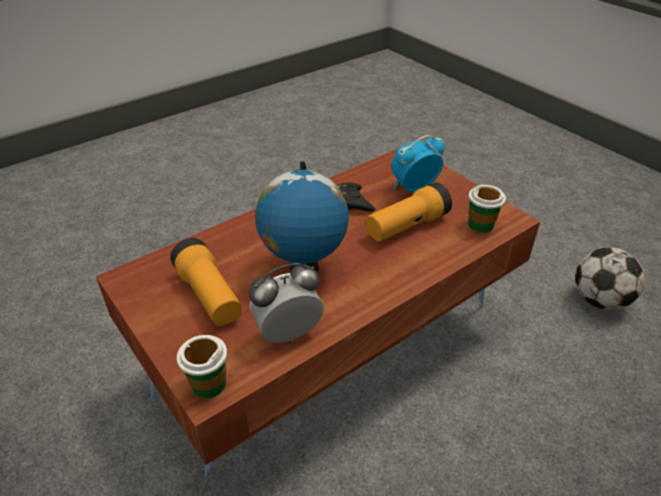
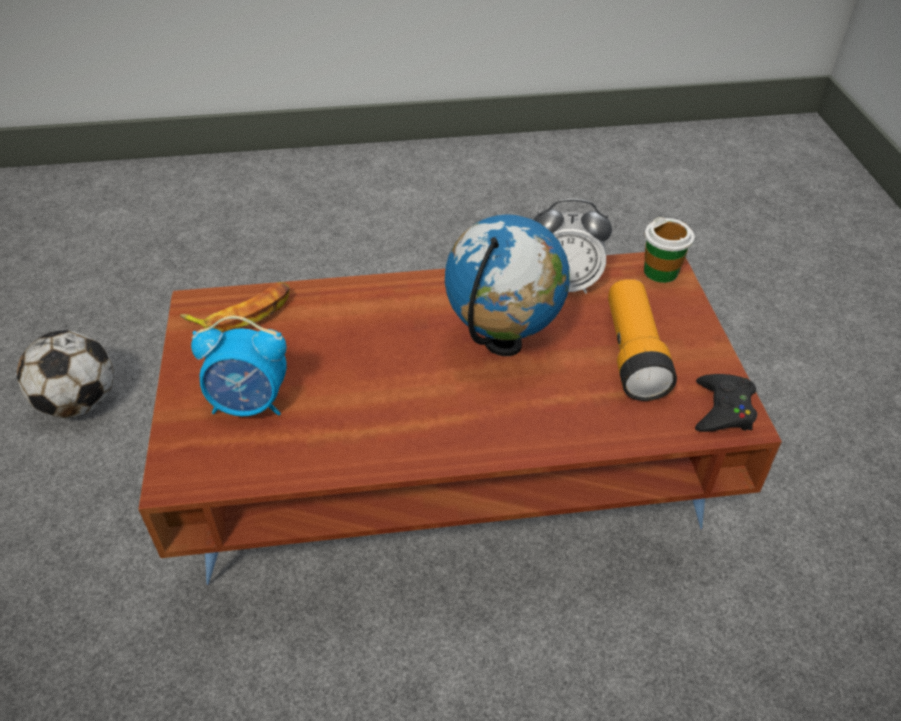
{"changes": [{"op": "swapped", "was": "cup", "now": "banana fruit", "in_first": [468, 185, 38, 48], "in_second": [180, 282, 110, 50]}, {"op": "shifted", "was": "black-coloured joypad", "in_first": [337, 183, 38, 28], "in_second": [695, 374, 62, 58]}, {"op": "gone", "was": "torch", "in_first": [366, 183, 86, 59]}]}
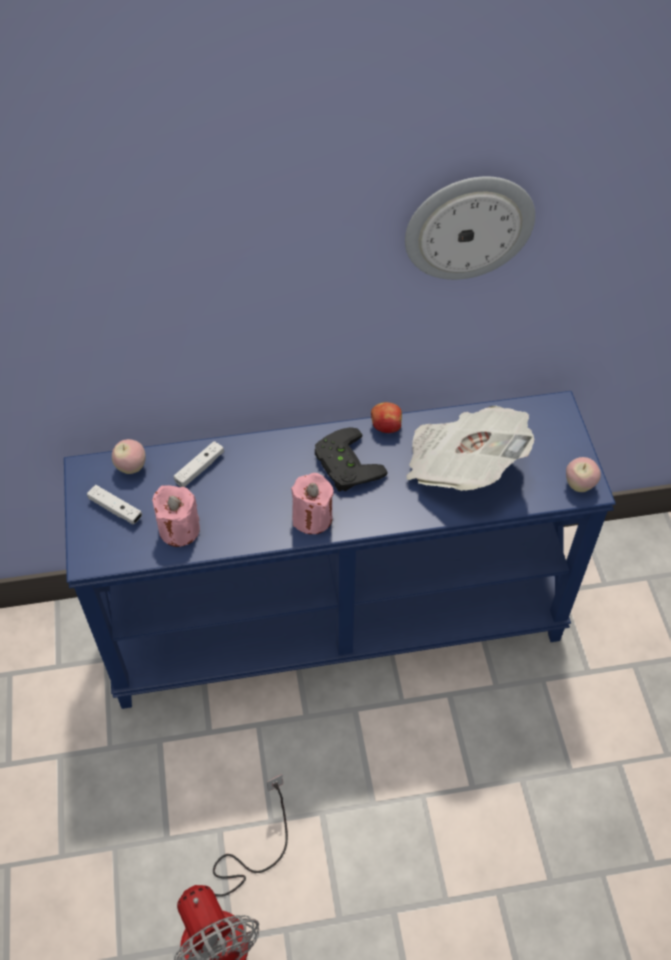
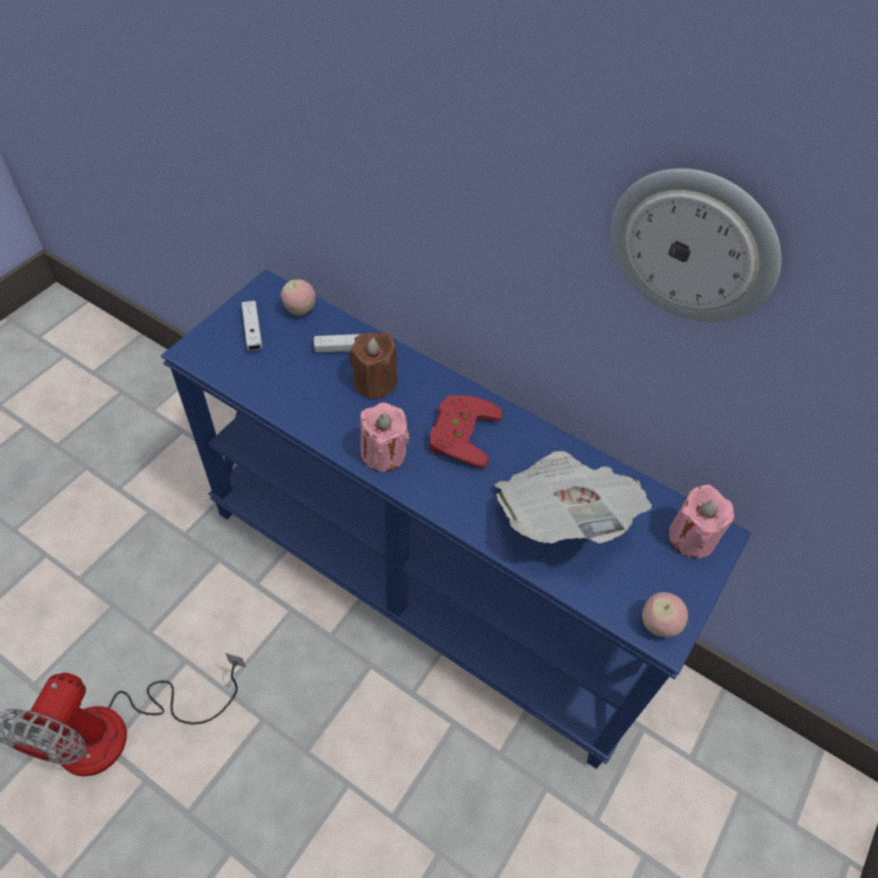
{"changes": [{"op": "new", "now": "brownish candle", "in_second": [349, 332, 48, 67]}, {"op": "repainted", "was": "black-coloured joypad", "now": "reddish joypad", "in_first": [315, 427, 73, 64], "in_second": [429, 395, 74, 74]}, {"op": "shifted", "was": "pinkish candle", "in_first": [152, 485, 48, 62], "in_second": [669, 485, 65, 74]}, {"op": "gone", "was": "apple", "in_first": [371, 402, 31, 31]}]}
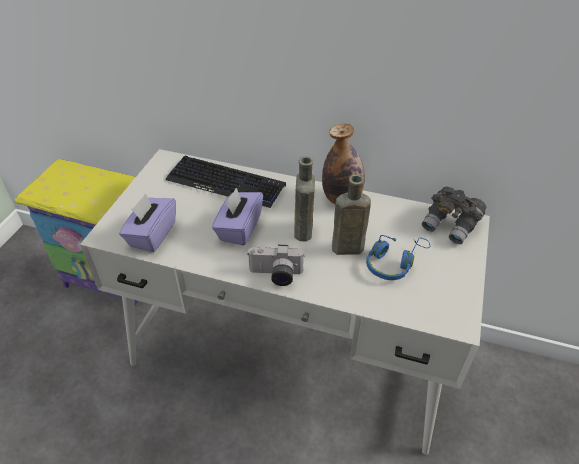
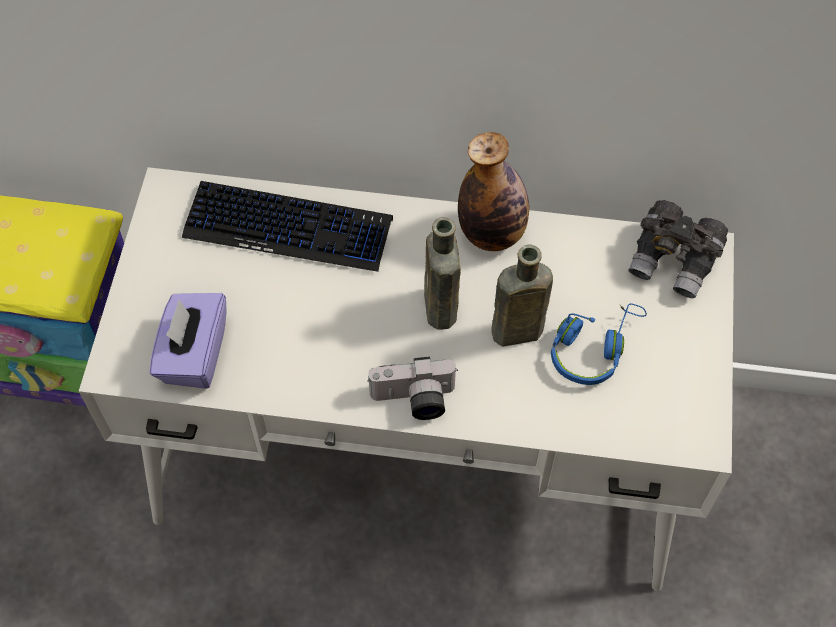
{"changes": [{"op": "gone", "was": "purplish box of tissues", "in_first": [212, 188, 51, 58]}]}
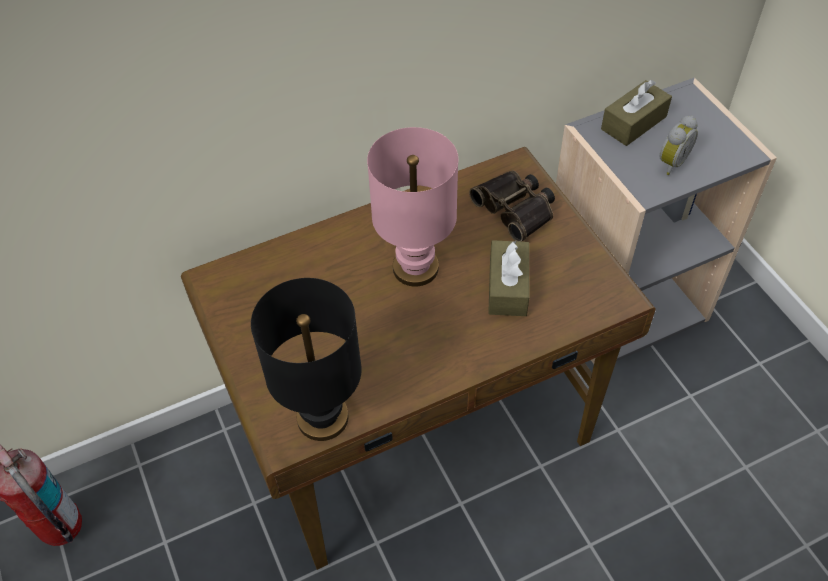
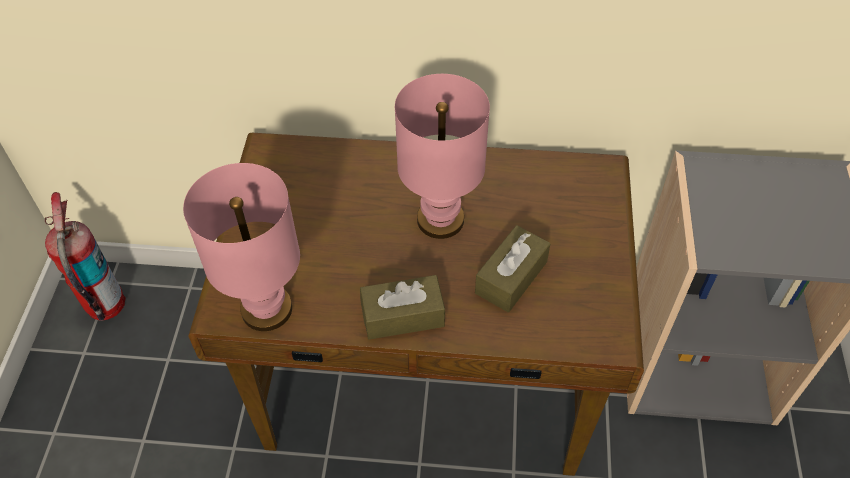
{"changes": [{"op": "repainted", "was": "black-coloured tabletop lamp", "now": "pinkish tabletop lamp", "in_first": [251, 278, 111, 163], "in_second": [183, 163, 117, 168]}, {"op": "shifted", "was": "brownish box of tissues", "in_first": [601, 80, 71, 66], "in_second": [360, 275, 85, 65]}, {"op": "gone", "was": "pair of binoculars", "in_first": [469, 171, 86, 71]}, {"op": "gone", "was": "alarm clock", "in_first": [659, 116, 39, 59]}]}
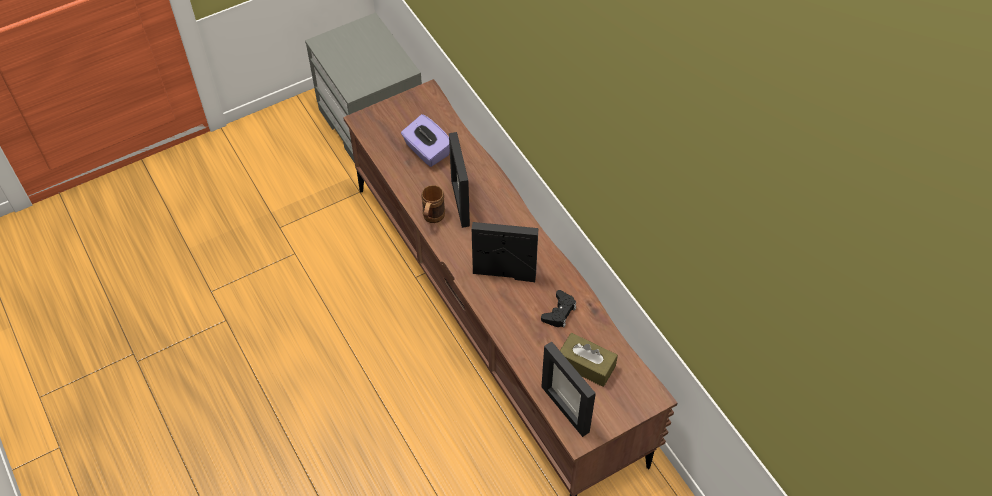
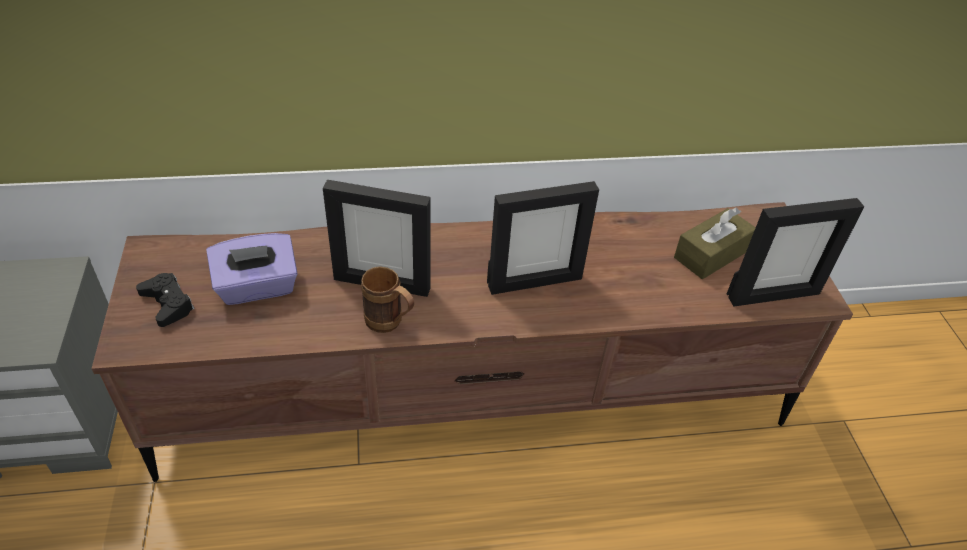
{"changes": [{"op": "shifted", "was": "black-coloured joypad", "in_first": [541, 290, 35, 37], "in_second": [136, 273, 59, 54]}, {"op": "rotated", "was": "picture frame", "in_first": [472, 222, 67, 60], "in_second": [487, 181, 112, 114], "clockwise": -135}]}
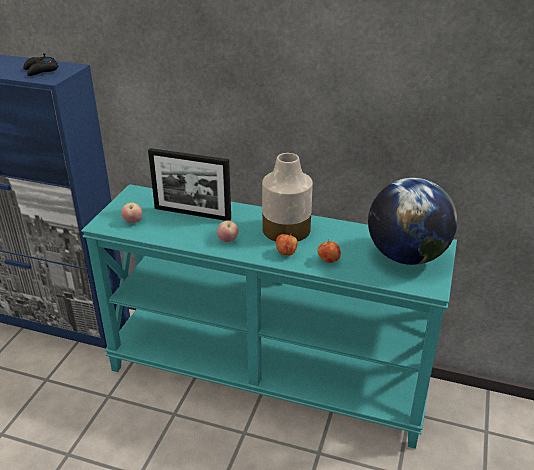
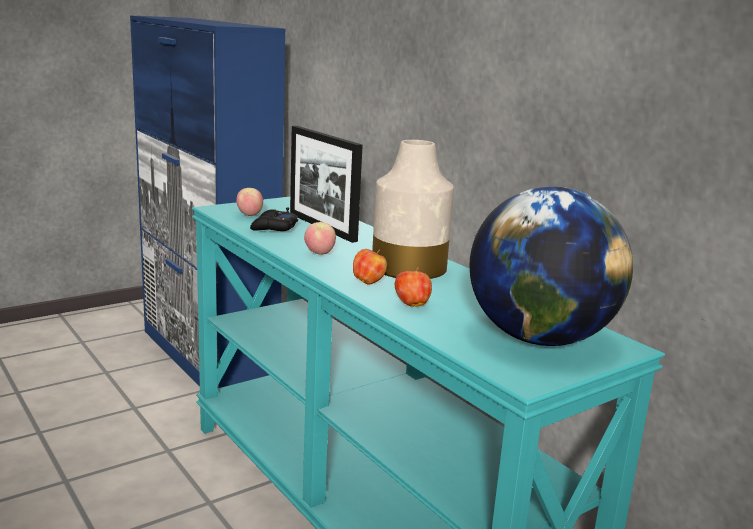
{"changes": [{"op": "shifted", "was": "black-coloured joypad", "in_first": [23, 53, 35, 23], "in_second": [250, 208, 48, 23]}]}
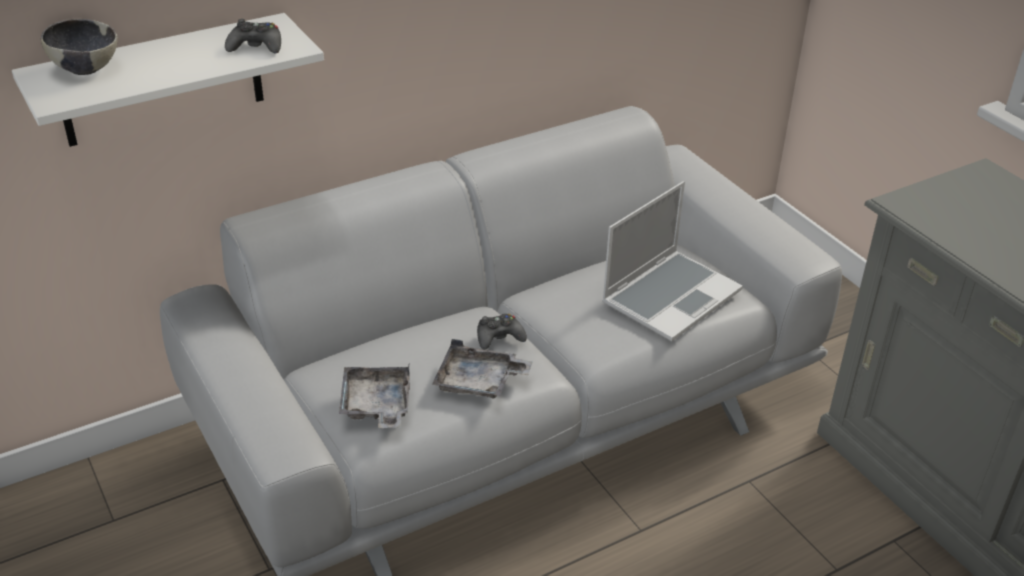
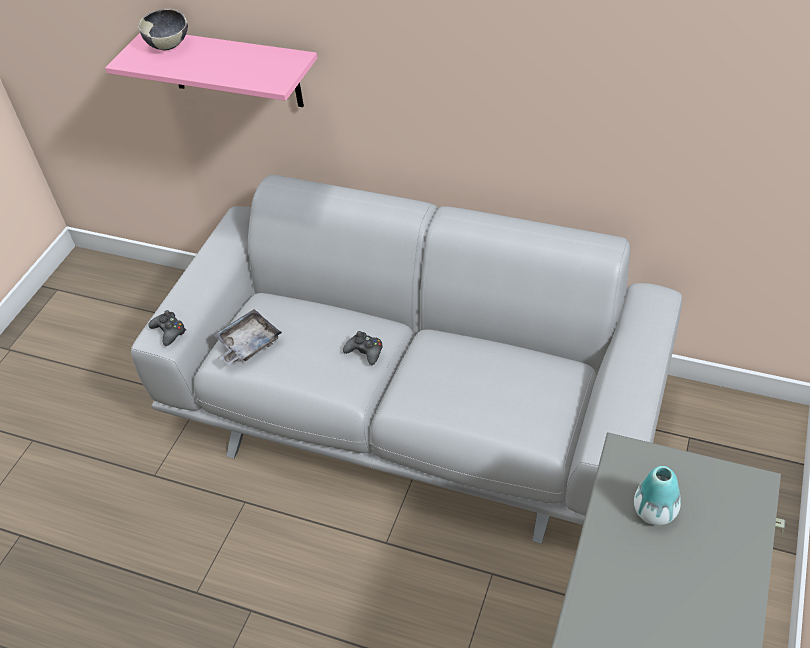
{"changes": [{"op": "repainted", "was": "whitish bracket shelf", "now": "pinkish bracket shelf", "in_first": [12, 13, 312, 134], "in_second": [105, 33, 212, 74]}, {"op": "shifted", "was": "black-coloured joypad", "in_first": [225, 19, 56, 34], "in_second": [148, 310, 38, 36]}, {"op": "new", "now": "flower vase", "in_second": [634, 466, 47, 59]}, {"op": "gone", "was": "greyish carrying tray", "in_first": [432, 339, 101, 59]}, {"op": "gone", "was": "notebook computer", "in_first": [602, 181, 141, 160]}]}
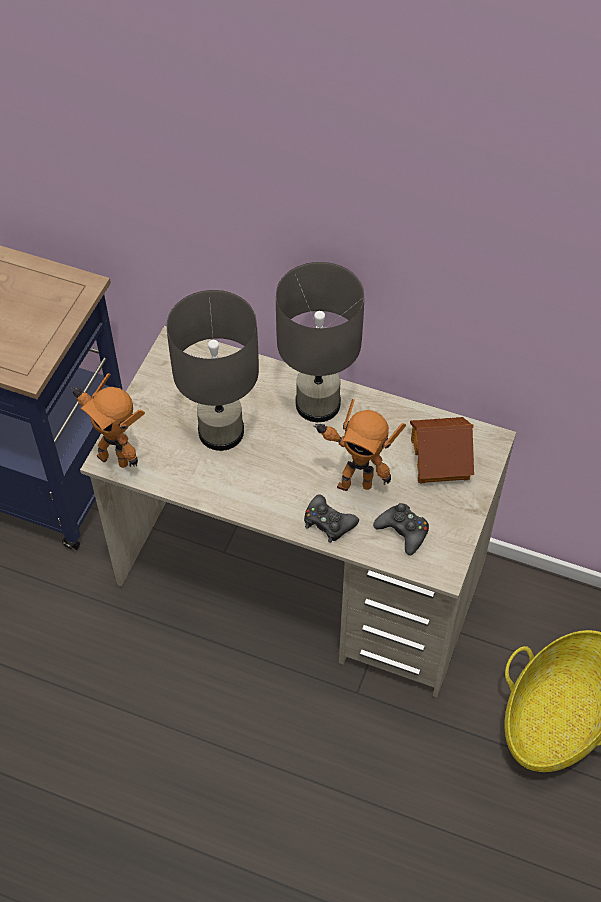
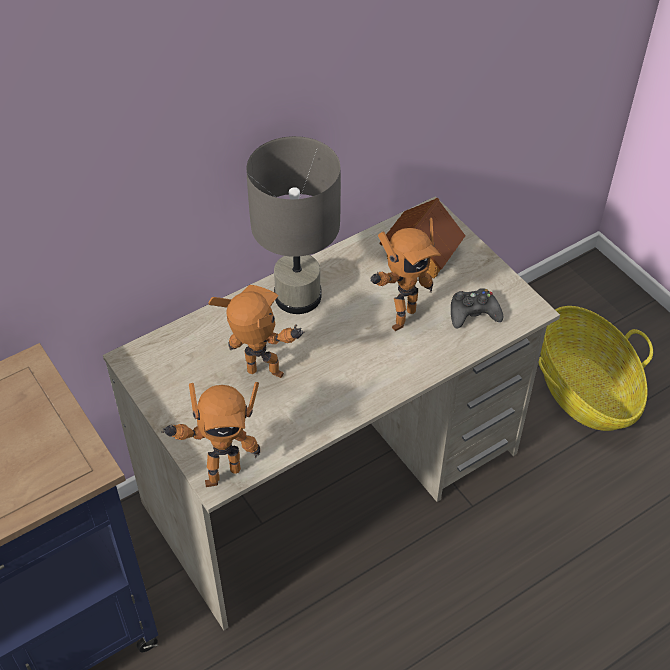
{"changes": [{"op": "swapped", "was": "greyish tabletop lamp", "now": "toy robot", "in_first": [167, 290, 92, 161], "in_second": [208, 285, 97, 93]}, {"op": "gone", "was": "black-coloured joypad", "in_first": [304, 494, 55, 49]}]}
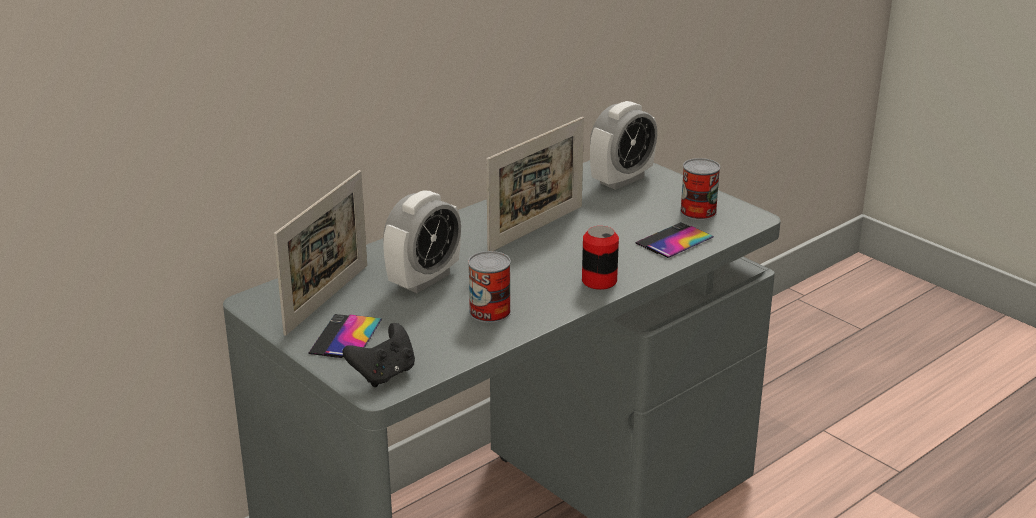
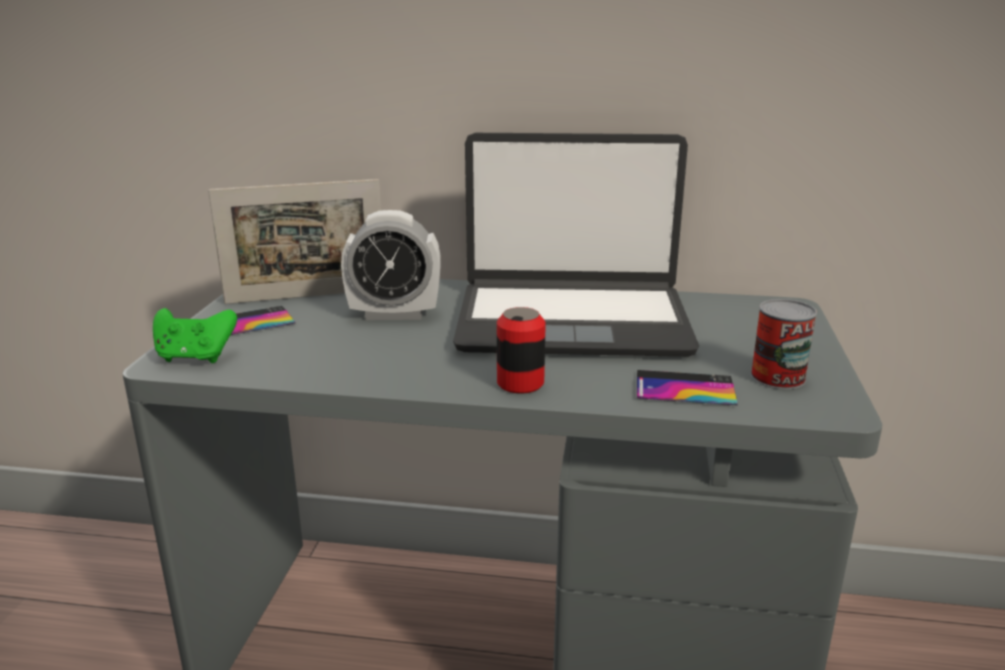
{"changes": [{"op": "repainted", "was": "black-coloured joypad", "now": "green-coloured joypad", "in_first": [343, 323, 72, 64], "in_second": [153, 308, 84, 55]}, {"op": "swapped", "was": "picture frame", "now": "notebook computer", "in_first": [486, 117, 98, 134], "in_second": [453, 133, 246, 224]}, {"op": "gone", "was": "sealed can", "in_first": [468, 251, 43, 72]}, {"op": "gone", "was": "alarm clock", "in_first": [590, 101, 67, 89]}]}
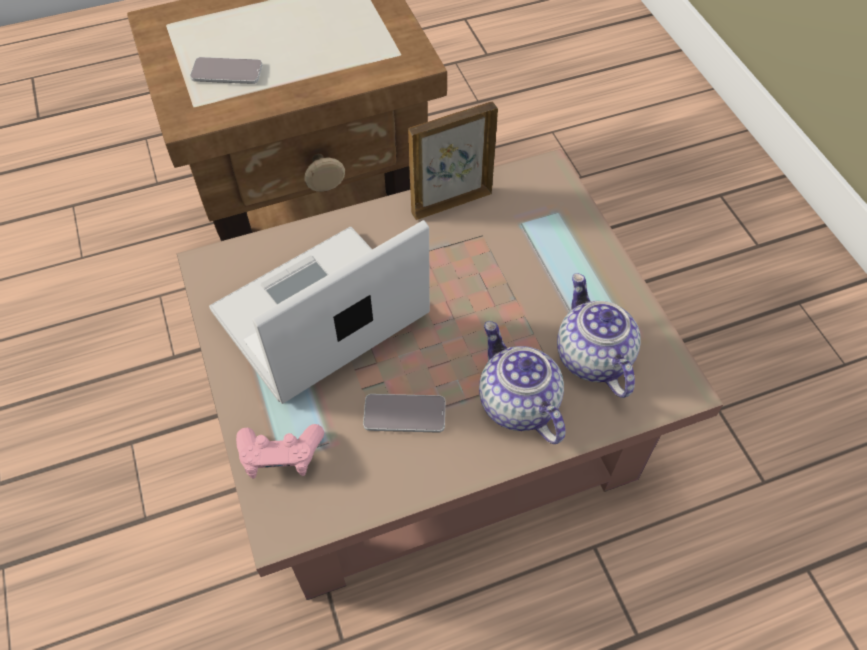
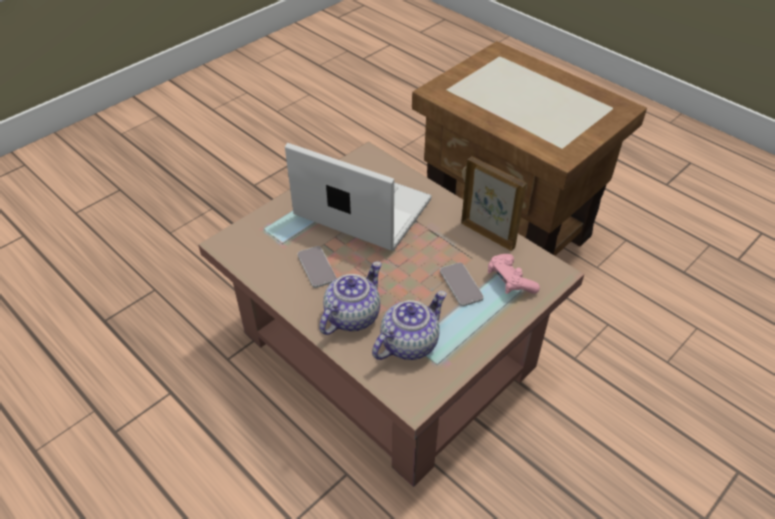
{"changes": [{"op": "shifted", "was": "telephone", "in_first": [190, 57, 72, 27], "in_second": [440, 263, 44, 43]}, {"op": "shifted", "was": "pinkish joypad", "in_first": [236, 424, 88, 55], "in_second": [488, 254, 52, 40]}]}
